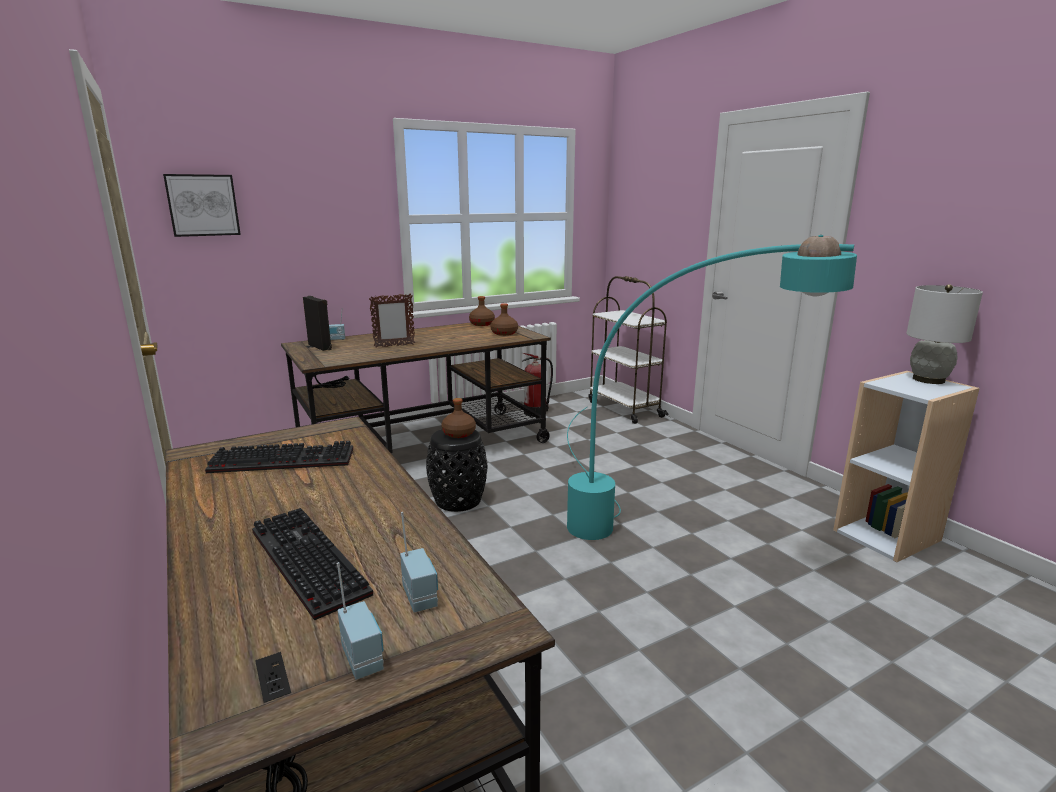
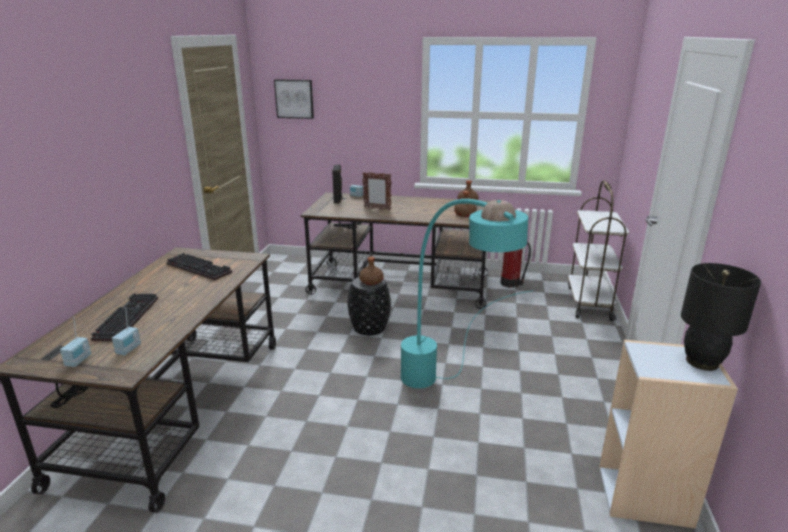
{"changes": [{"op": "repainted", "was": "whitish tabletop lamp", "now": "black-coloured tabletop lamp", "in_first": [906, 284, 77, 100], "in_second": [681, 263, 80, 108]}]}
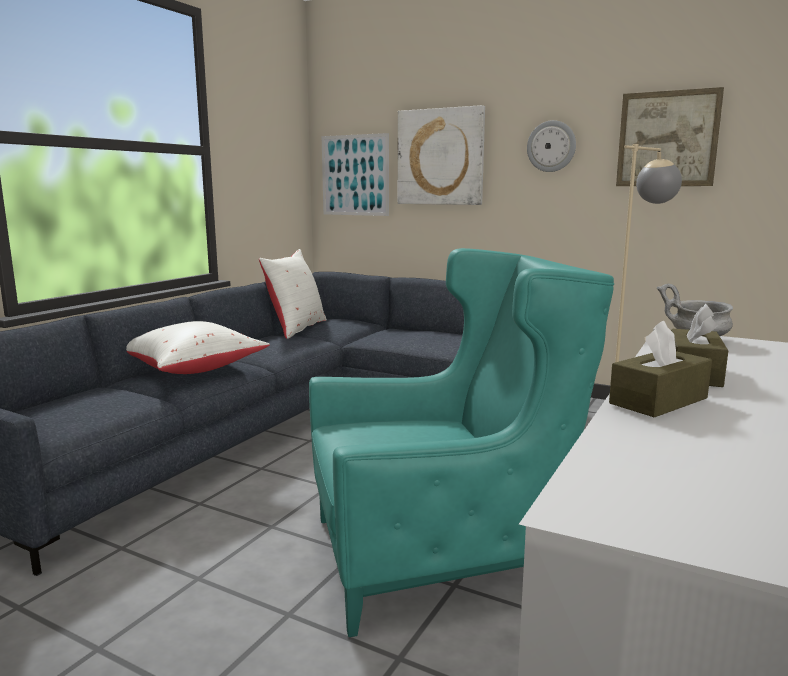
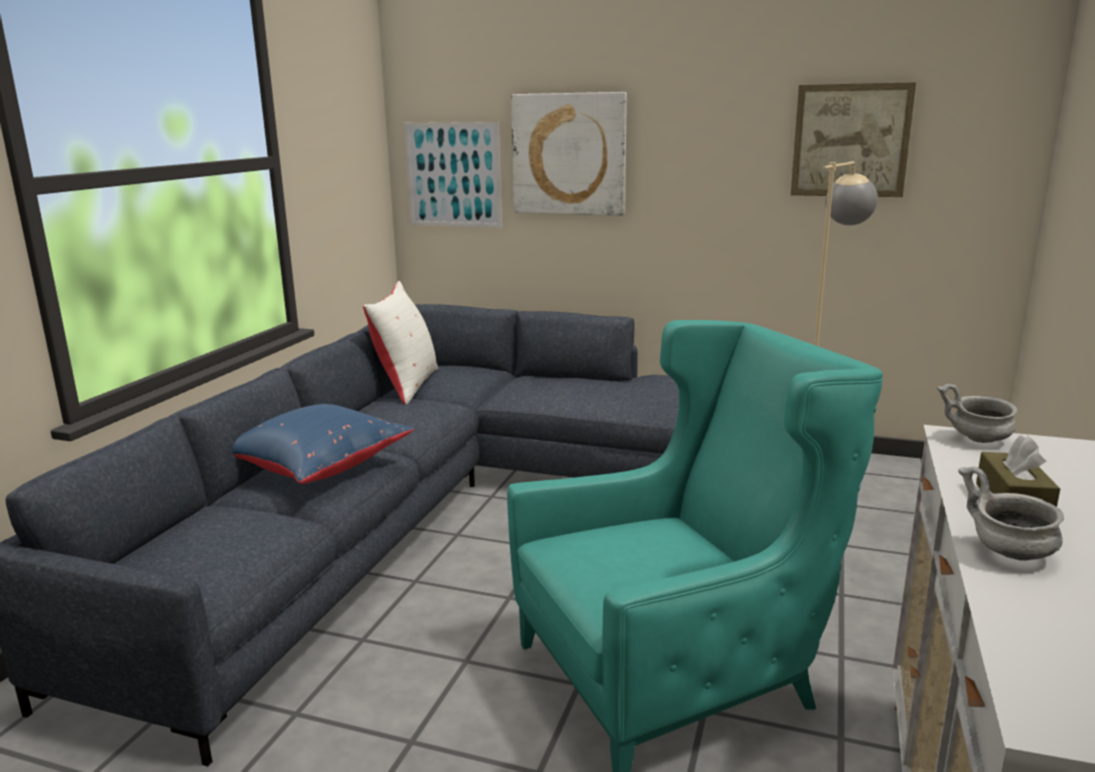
{"changes": [{"op": "repainted", "was": "whitish pillow", "now": "blue-coloured pillow", "in_first": [126, 321, 144, 53], "in_second": [233, 404, 181, 80]}, {"op": "swapped", "was": "brownish box of tissues", "now": "greyish bowl", "in_first": [609, 321, 103, 96], "in_second": [958, 467, 106, 94]}, {"op": "gone", "was": "clock on the wall", "in_first": [527, 120, 49, 52]}]}
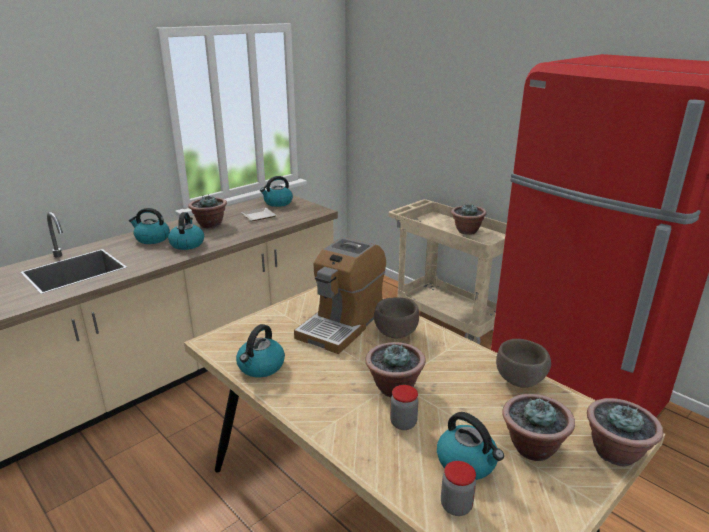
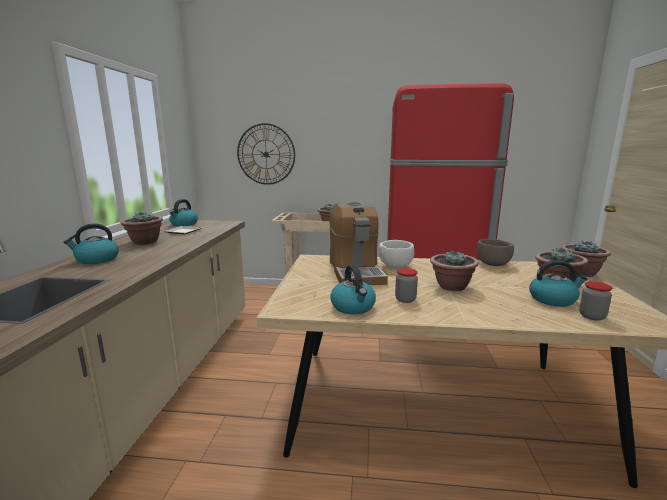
{"changes": [{"op": "new", "now": "clock on the wall", "in_second": [237, 123, 58, 62]}, {"op": "repainted", "was": "brownish bowl", "now": "whitish bowl", "in_first": [374, 297, 45, 41], "in_second": [379, 240, 35, 29]}, {"op": "shifted", "was": "preserve jar", "in_first": [390, 385, 29, 45], "in_second": [395, 268, 23, 35]}, {"op": "gone", "was": "tea kettle", "in_first": [168, 212, 36, 38]}]}
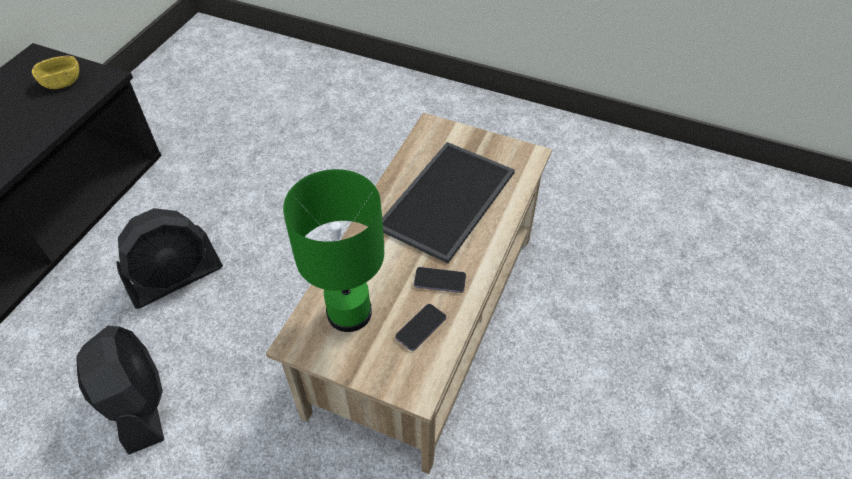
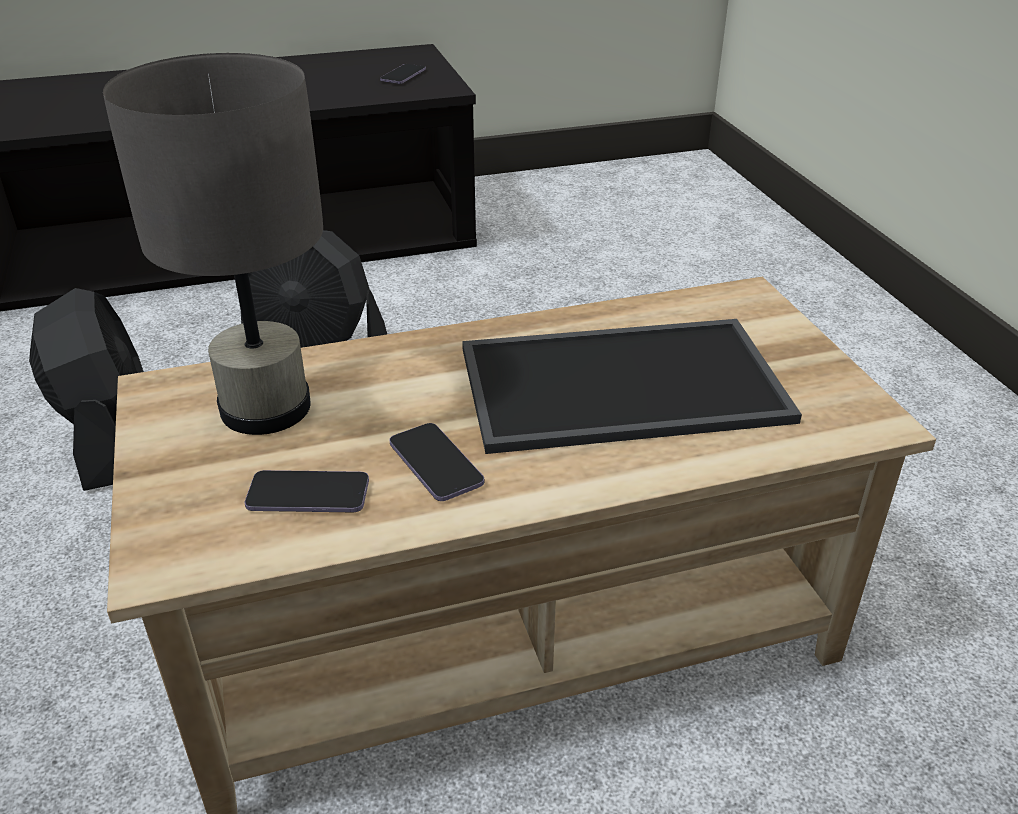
{"changes": [{"op": "rotated", "was": "black-coloured fan", "in_first": [76, 326, 88, 129], "in_second": [29, 288, 115, 203], "clockwise": -45}, {"op": "repainted", "was": "green-coloured tabletop lamp", "now": "greyish tabletop lamp", "in_first": [283, 169, 101, 163], "in_second": [103, 53, 220, 382]}, {"op": "swapped", "was": "yellow bowl", "now": "telephone", "in_first": [32, 56, 47, 33], "in_second": [380, 64, 46, 20]}]}
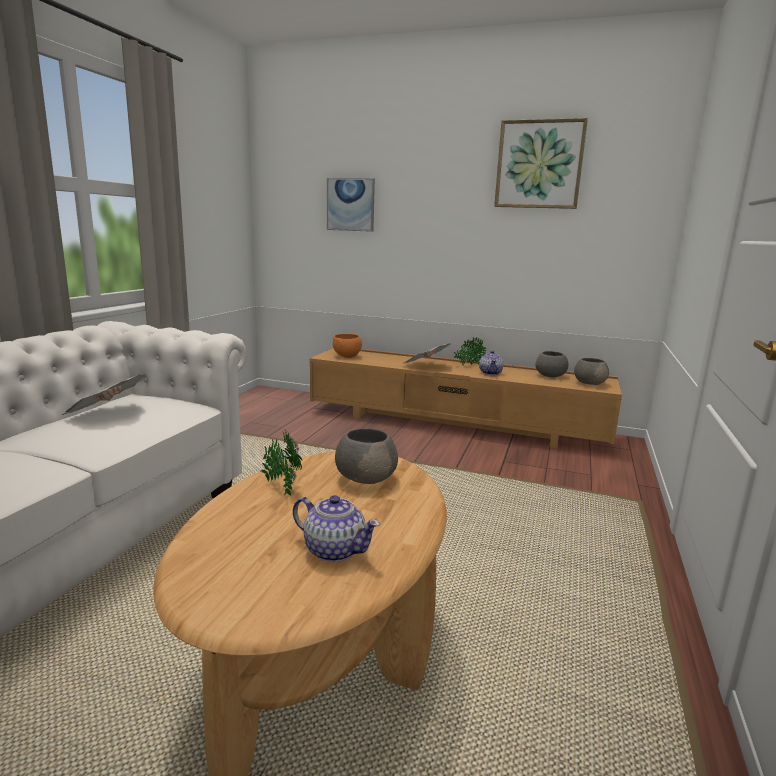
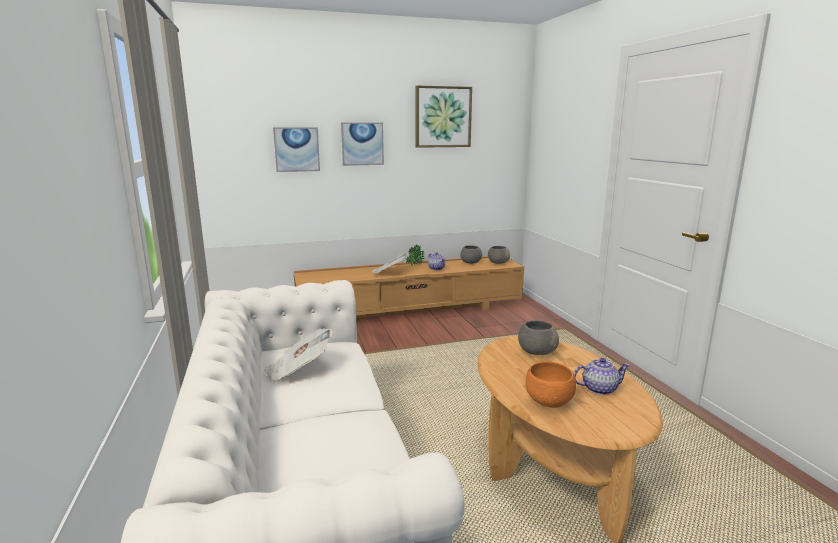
{"changes": [{"op": "new", "now": "picture", "in_second": [341, 122, 43, 44]}, {"op": "shifted", "was": "orange bowl", "in_first": [333, 334, 29, 24], "in_second": [525, 361, 51, 47]}, {"op": "gone", "was": "plant in a pot", "in_first": [261, 430, 41, 66]}]}
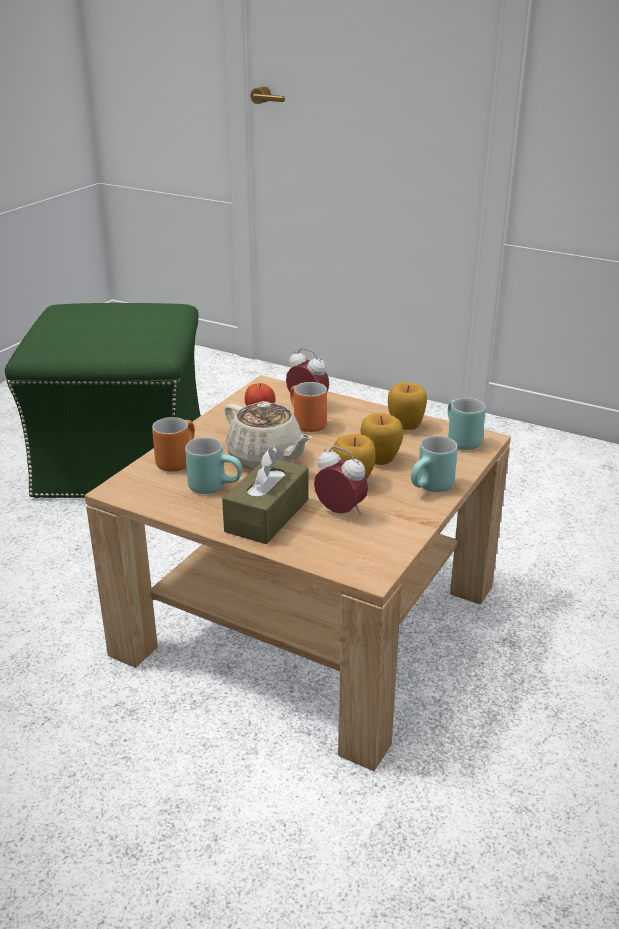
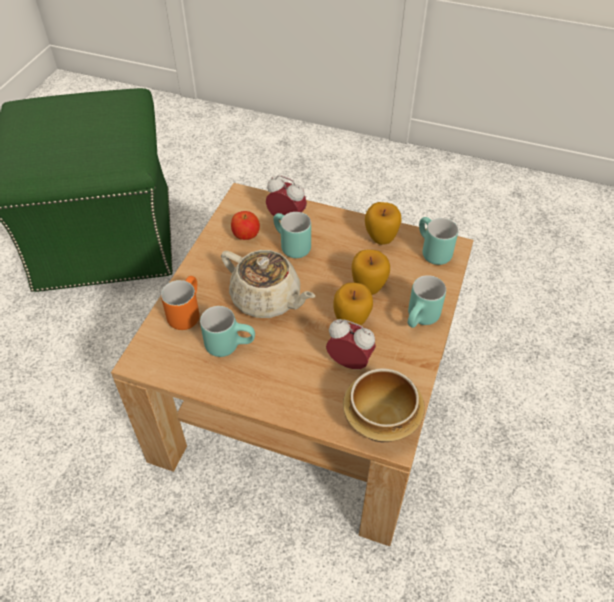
{"changes": [{"op": "repainted", "was": "orange coffee mug", "now": "turquoise-coloured coffee mug", "in_first": [290, 382, 37, 50], "in_second": [273, 212, 38, 46]}, {"op": "new", "now": "bowl", "in_second": [343, 368, 82, 74]}, {"op": "gone", "was": "brownish box of tissues", "in_first": [222, 447, 86, 97]}]}
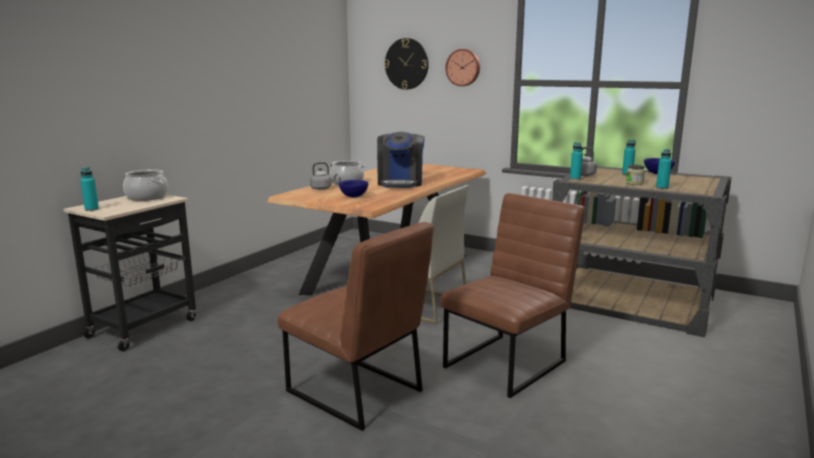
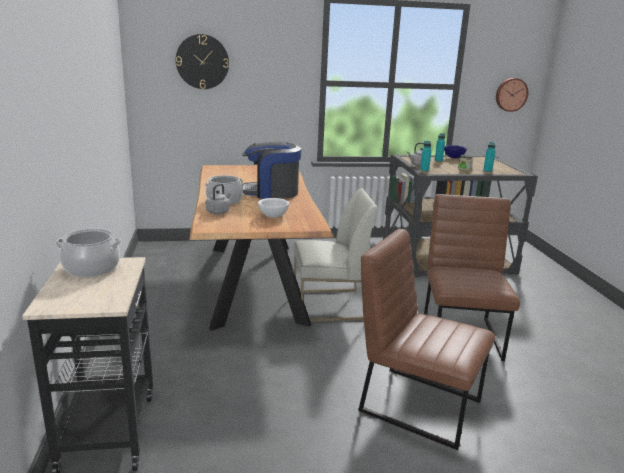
{"changes": [{"op": "rotated", "was": "coffee machine", "in_first": [377, 132, 48, 56], "in_second": [242, 142, 59, 57], "clockwise": 120}, {"op": "repainted", "was": "blue-coloured bowl", "now": "whitish bowl", "in_first": [339, 180, 30, 17], "in_second": [258, 198, 31, 20]}, {"op": "rotated", "was": "brownish chair", "in_first": [278, 222, 156, 209], "in_second": [358, 229, 137, 221], "clockwise": -150}, {"op": "shifted", "was": "clock on the wall", "in_first": [445, 49, 35, 37], "in_second": [496, 78, 32, 34]}, {"op": "gone", "was": "turquoise-coloured beverage bottle", "in_first": [80, 167, 19, 44]}]}
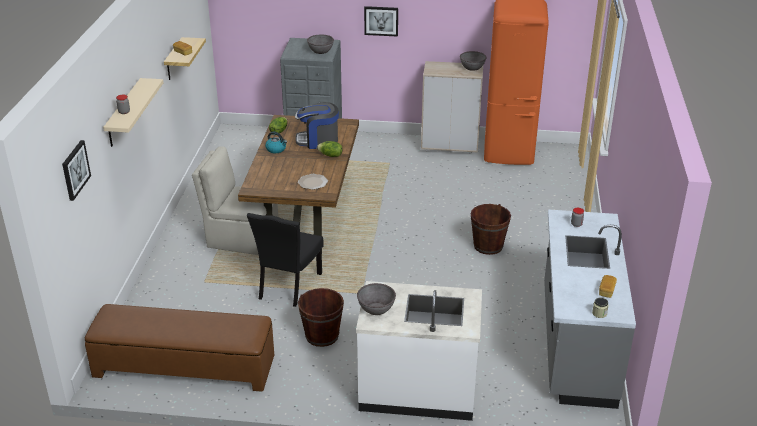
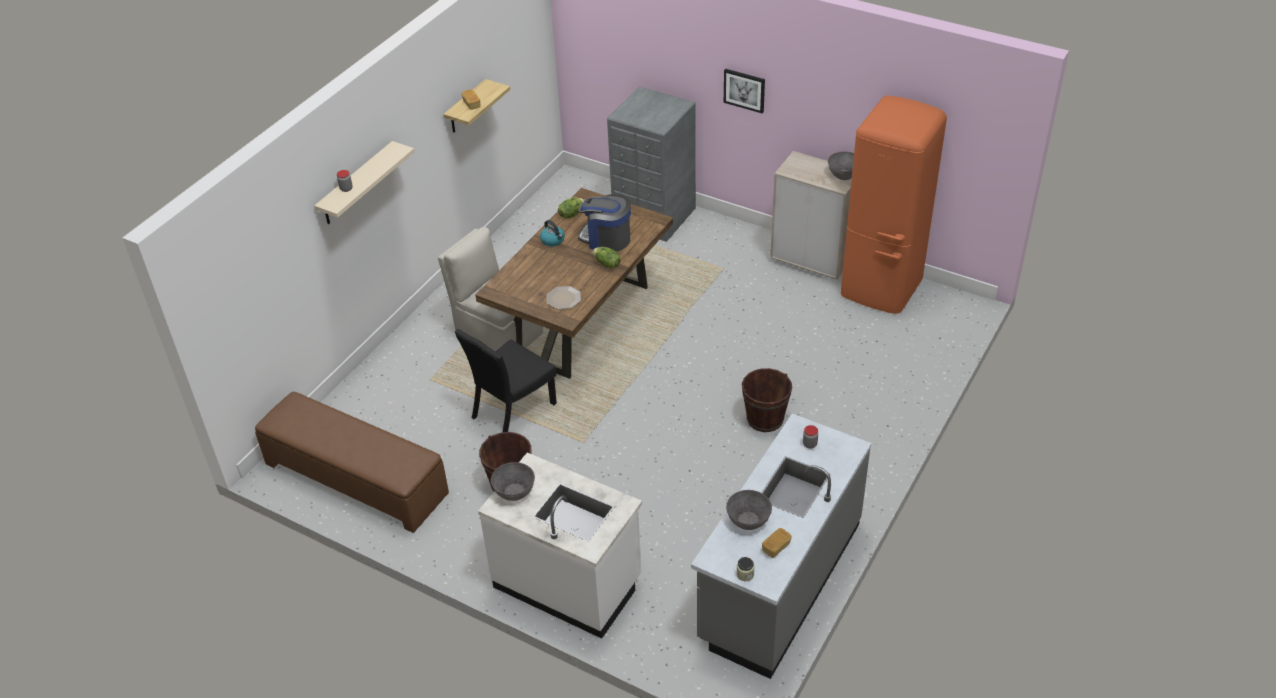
{"changes": [{"op": "shifted", "was": "greyish bowl", "in_first": [307, 35, 27, 19], "in_second": [726, 490, 46, 40]}, {"op": "gone", "was": "picture", "in_first": [62, 140, 29, 61]}]}
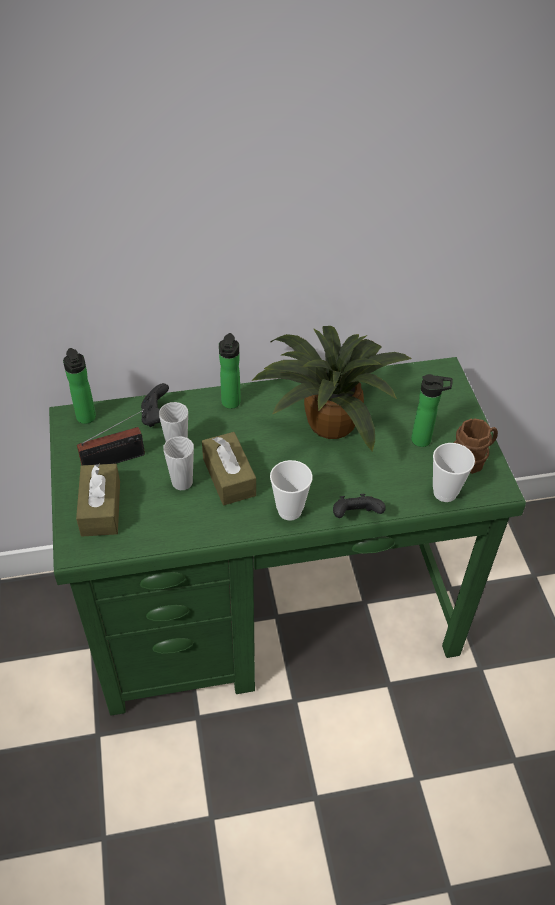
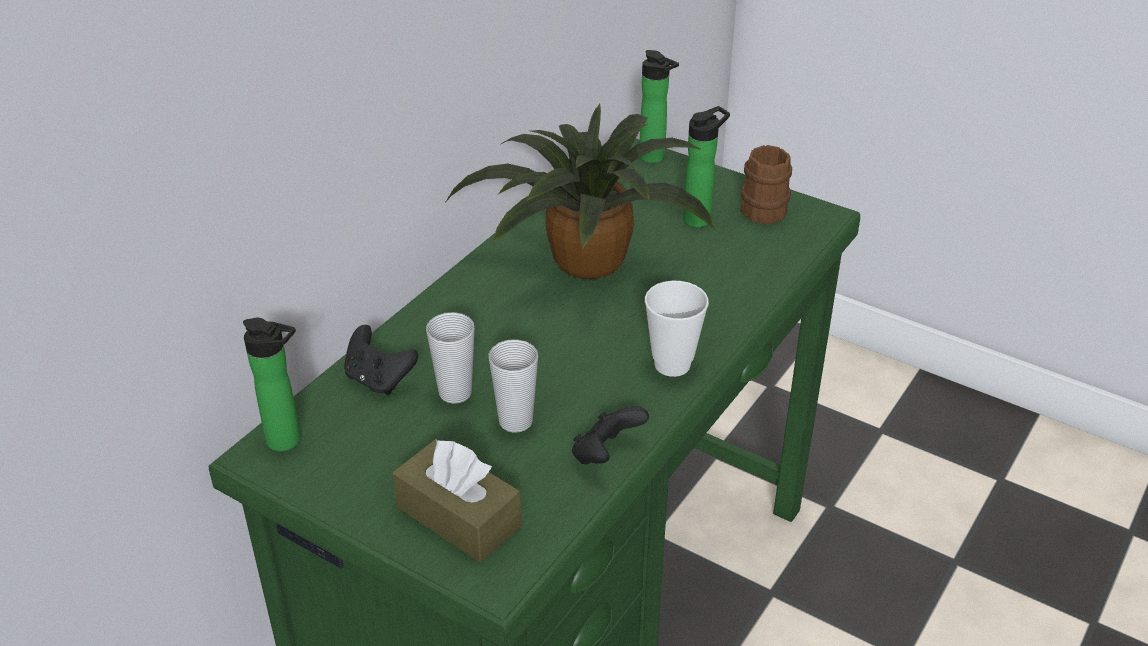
{"changes": [{"op": "shifted", "was": "black-coloured joypad", "in_first": [333, 494, 53, 24], "in_second": [572, 406, 77, 58]}, {"op": "shifted", "was": "beverage bottle", "in_first": [219, 333, 22, 76], "in_second": [639, 50, 40, 113]}, {"op": "gone", "was": "radio", "in_first": [77, 409, 68, 56]}, {"op": "gone", "was": "brownish box of tissues", "in_first": [202, 432, 54, 73]}, {"op": "gone", "was": "cup", "in_first": [433, 443, 42, 59]}]}
